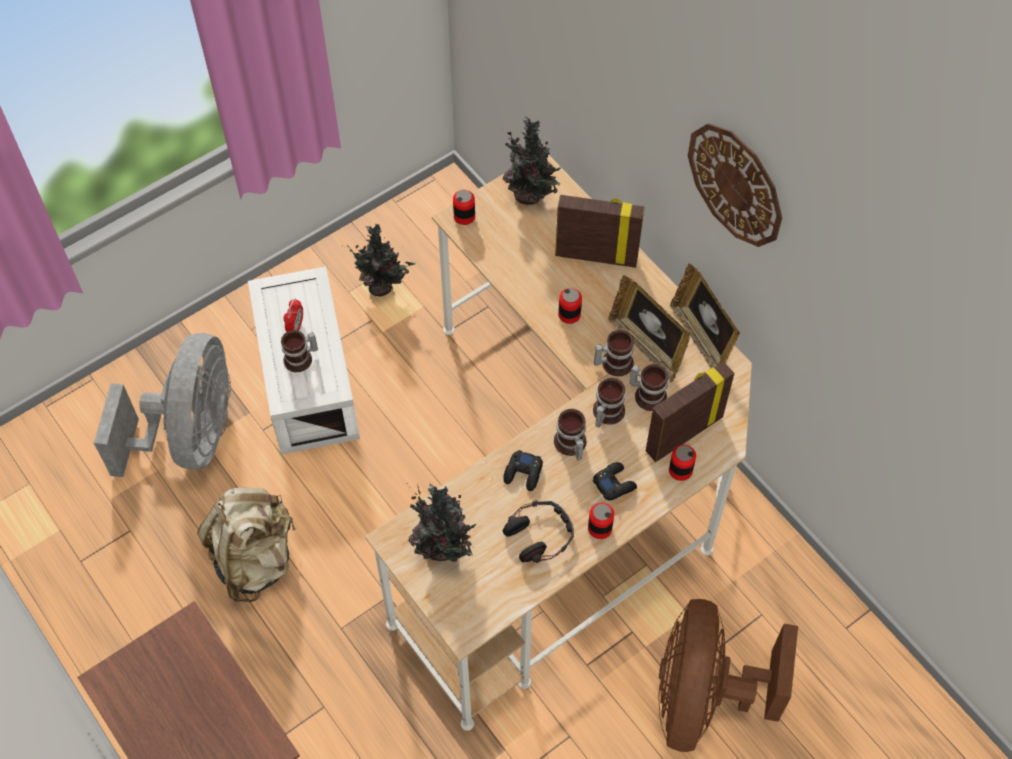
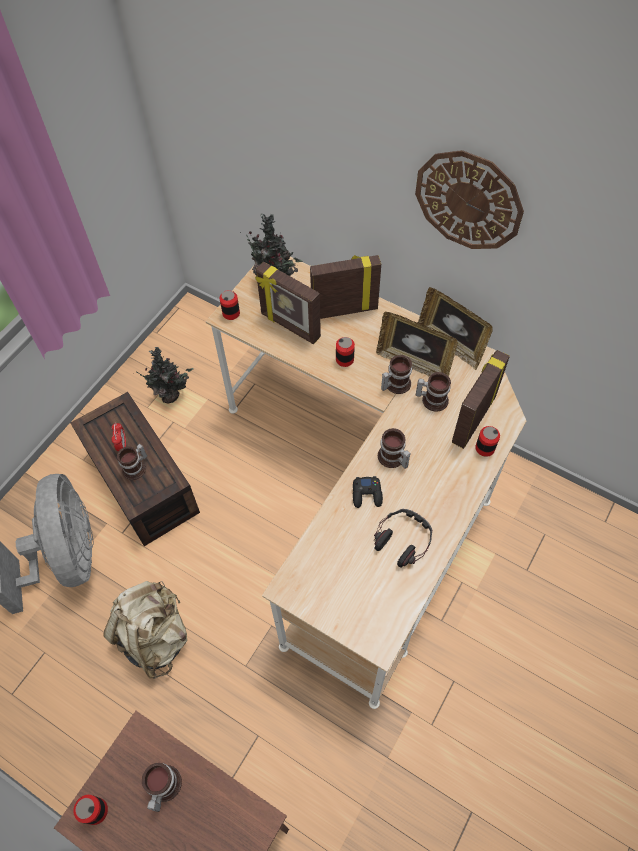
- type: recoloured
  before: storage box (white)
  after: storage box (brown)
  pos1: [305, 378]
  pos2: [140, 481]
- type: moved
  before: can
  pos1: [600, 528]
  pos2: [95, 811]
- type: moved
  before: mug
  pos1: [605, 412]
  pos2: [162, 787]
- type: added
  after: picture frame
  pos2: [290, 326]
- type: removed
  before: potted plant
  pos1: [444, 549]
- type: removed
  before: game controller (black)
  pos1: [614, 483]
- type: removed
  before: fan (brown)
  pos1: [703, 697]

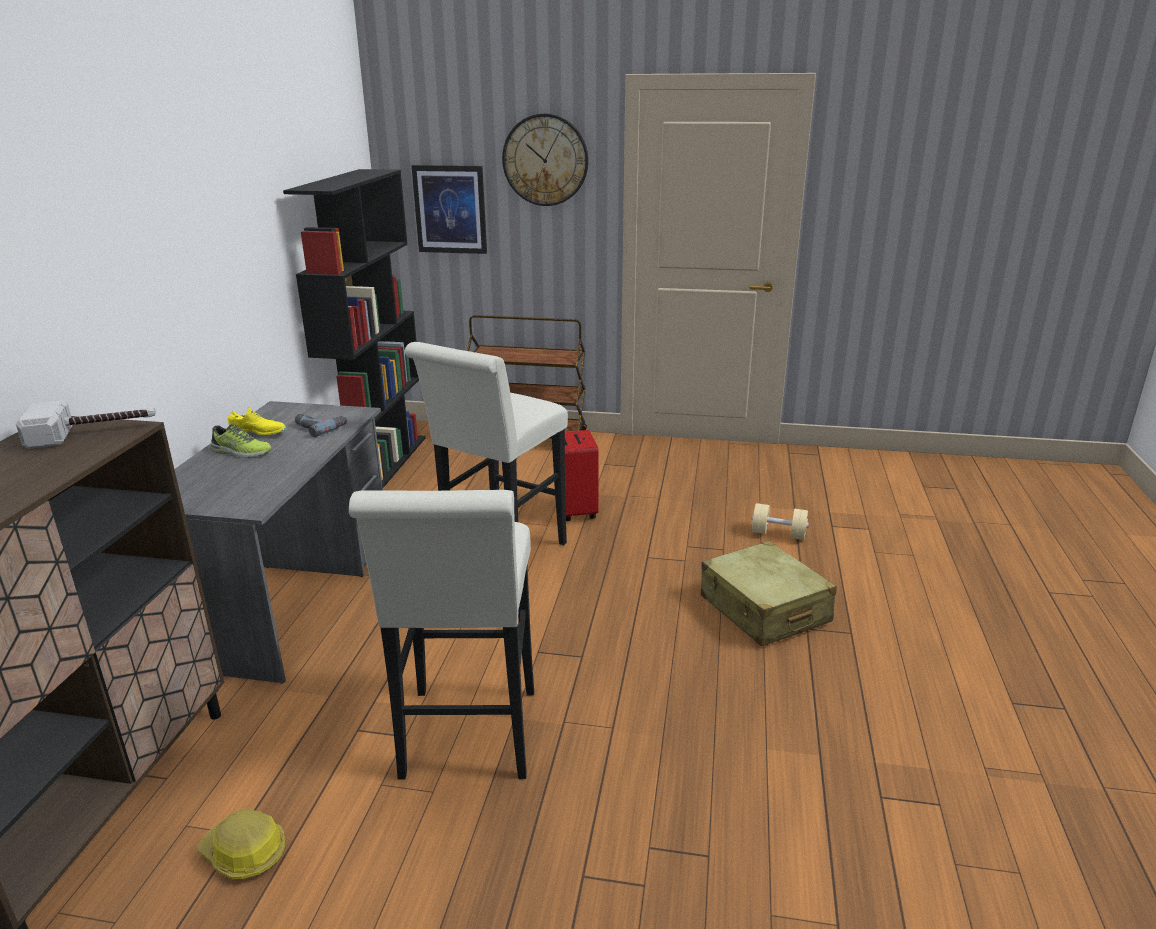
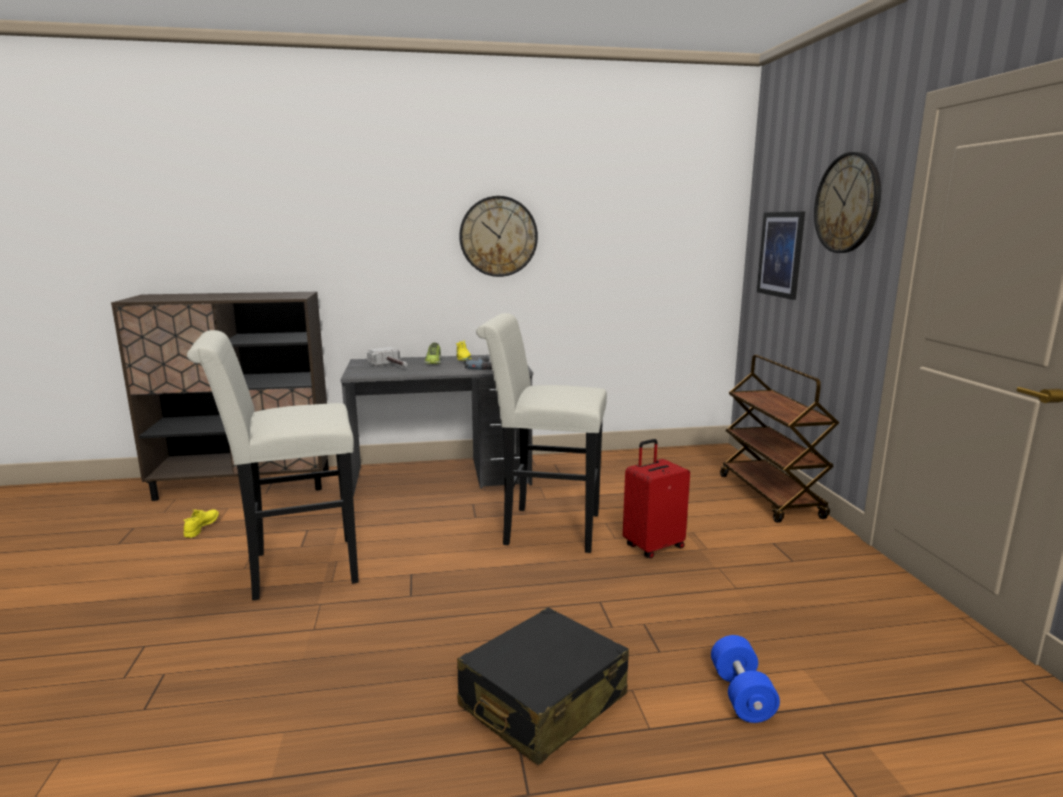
- type: replaced
  before: hard hat
  after: shoe (yellow)
  pos1: [244, 854]
  pos2: [202, 527]
- type: moved
  before: hammer
  pos1: [94, 432]
  pos2: [392, 367]
- type: recoloured
  before: suitcase (beige)
  after: suitcase (black)
  pos1: [764, 610]
  pos2: [542, 701]
- type: added
  after: wall clock
  pos2: [498, 236]
- type: recoloured
  before: dumbbell (beige)
  after: dumbbell (blue)
  pos1: [778, 534]
  pos2: [741, 695]
- type: removed
  before: bookcase (black)
  pos1: [380, 465]

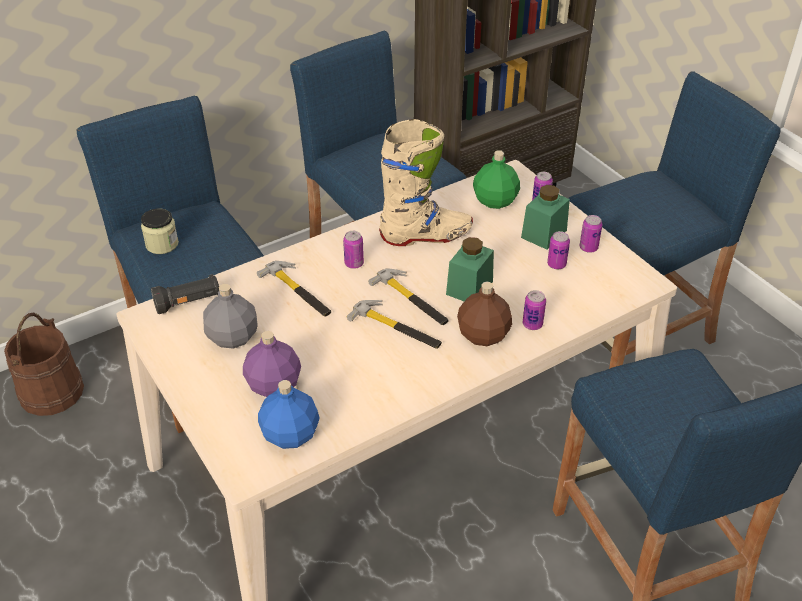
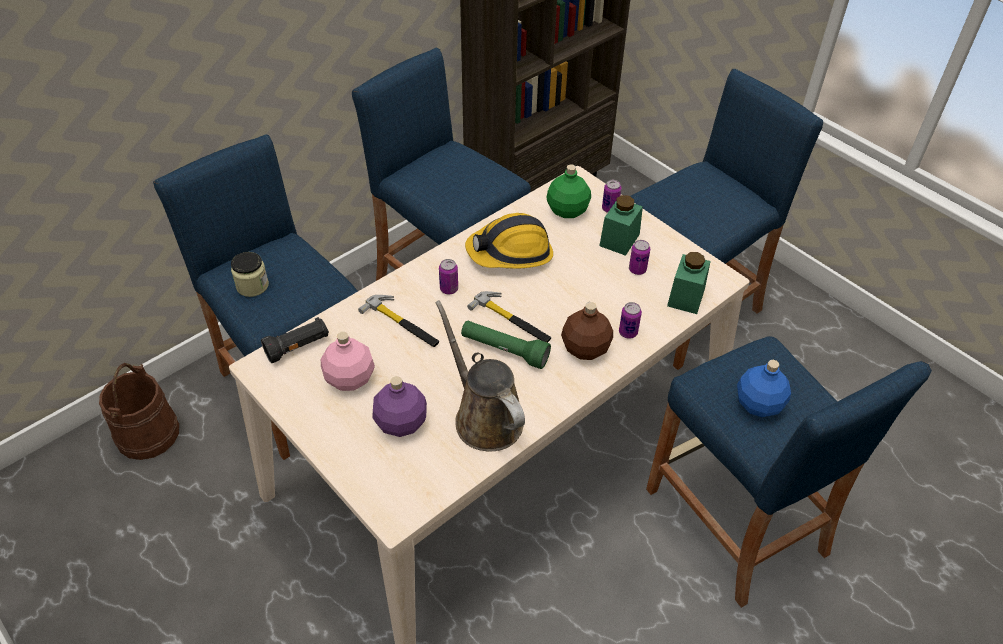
- type: recoloured
  before: bottle (grey)
  after: bottle (pink)
  pos1: [233, 337]
  pos2: [350, 378]
- type: added
  after: watering can (brown)
  pos2: [484, 417]
- type: replaced
  before: hammer
  after: flashlight (green)
  pos1: [397, 328]
  pos2: [504, 350]
- type: replaced
  before: boot (beige)
  after: hard hat
  pos1: [426, 236]
  pos2: [511, 253]
- type: moved
  before: jar (green)
  pos1: [469, 288]
  pos2: [686, 297]
- type: moved
  before: bottle (blue)
  pos1: [290, 435]
  pos2: [758, 405]
- type: removed
  before: can
  pos1: [588, 248]

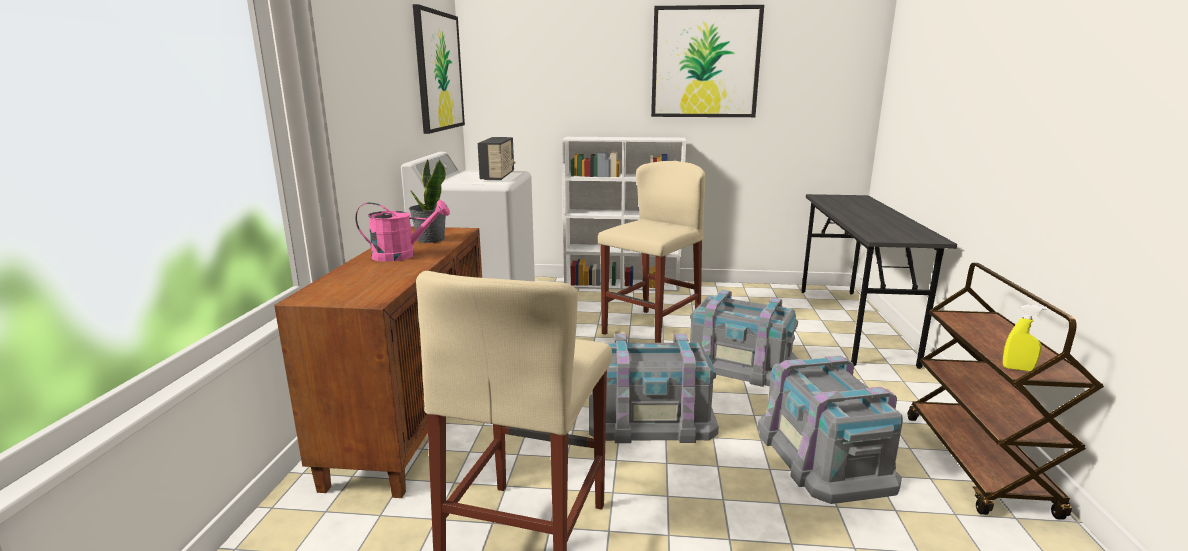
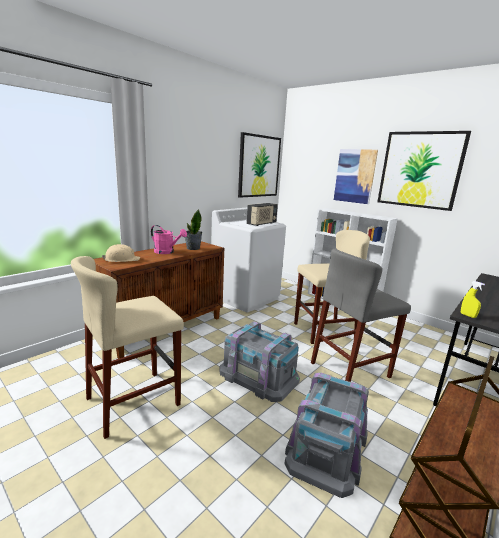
- type: added
  after: hard hat (beige)
  pos2: [122, 259]
- type: replaced
  before: storage box (grey)
  after: stool (grey)
  pos1: [739, 364]
  pos2: [350, 370]
- type: added
  after: picture
  pos2: [355, 176]
- type: moved
  before: spray bottle (yellow)
  pos1: [1017, 369]
  pos2: [468, 315]

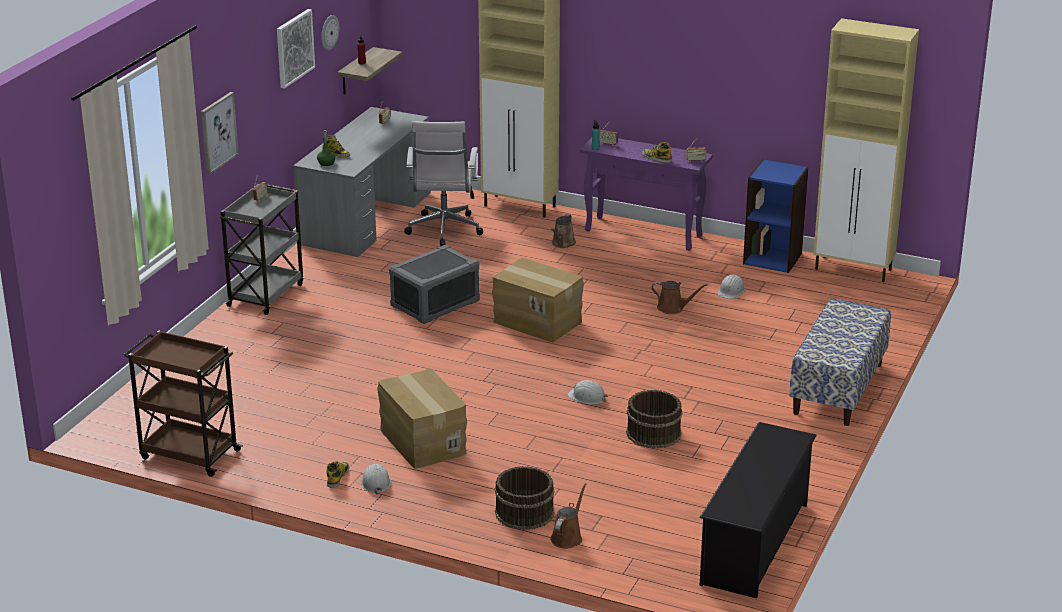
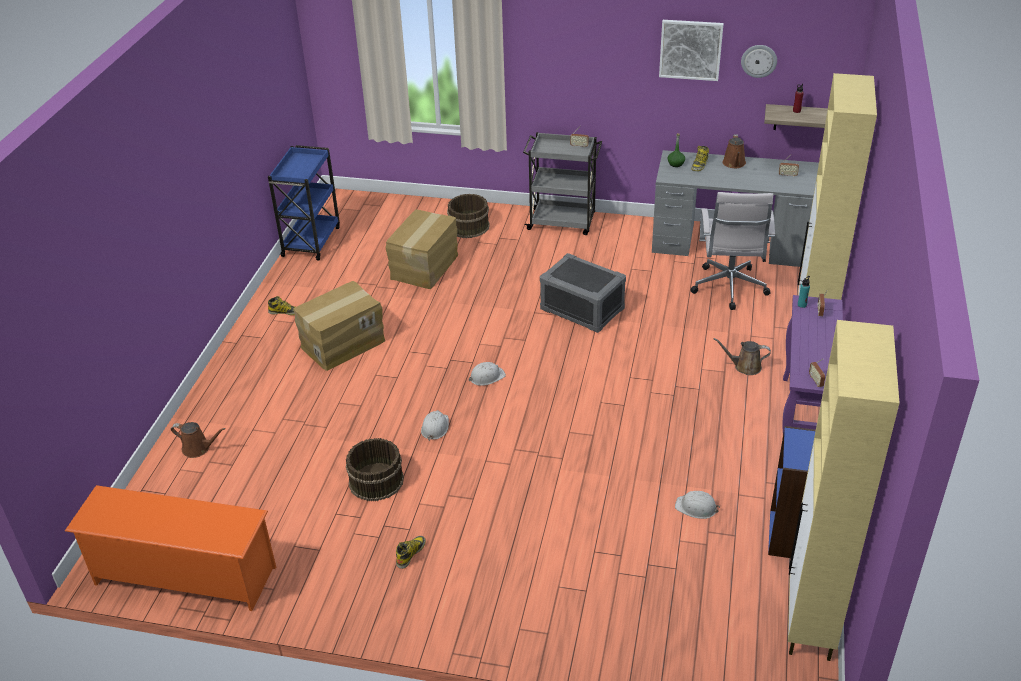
- type: recoloured
  before: shoe rack (black)
  after: shoe rack (orange)
  pos1: [755, 543]
  pos2: [184, 575]
- type: recoloured
  before: cart (brown)
  after: cart (blue)
  pos1: [188, 454]
  pos2: [311, 240]
- type: moved
  before: cardboard box
  pos1: [538, 321]
  pos2: [425, 267]
- type: moved
  before: boot
  pos1: [656, 158]
  pos2: [411, 553]
- type: moved
  before: bucket (brown)
  pos1: [524, 513]
  pos2: [468, 226]
- type: moved
  before: hard hat (white)
  pos1: [375, 482]
  pos2: [486, 377]
- type: turned
  before: office chair (white)
  pos1: [444, 231]
  pos2: [729, 289]
  turn: -75
- type: moved
  before: watering can (brown)
  pos1: [673, 308]
  pos2: [734, 164]
- type: removed
  before: picture
  pos1: [218, 132]
- type: removed
  before: bench
  pos1: [838, 389]

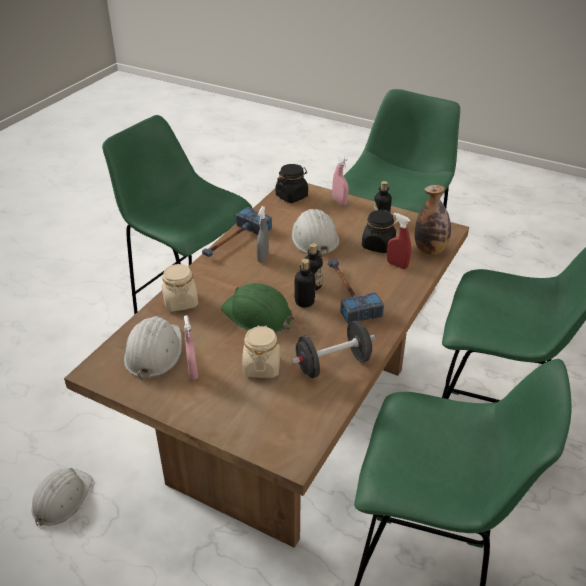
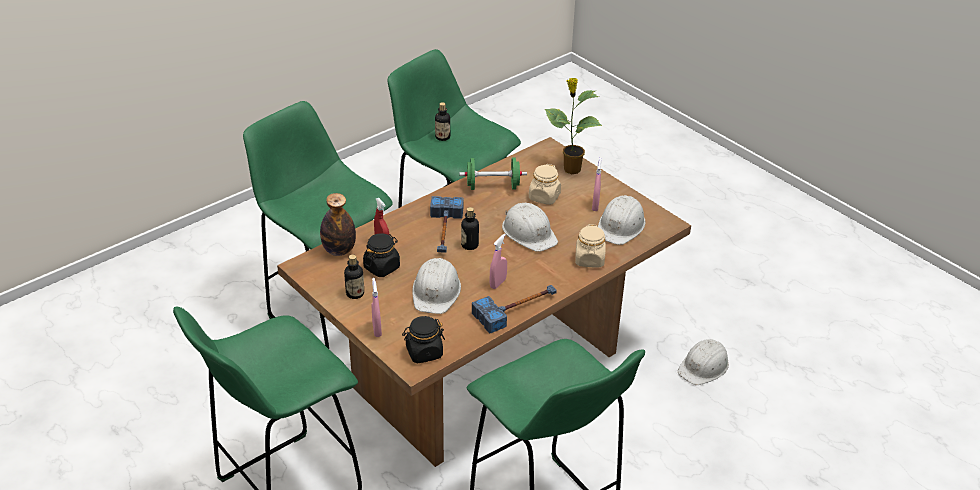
- type: moved
  before: bottle
  pos1: [304, 302]
  pos2: [442, 137]
- type: recoloured
  before: dumbbell (black)
  after: dumbbell (green)
  pos1: [333, 364]
  pos2: [492, 186]
- type: recoloured
  before: spray bottle (grey)
  after: spray bottle (pink)
  pos1: [263, 257]
  pos2: [498, 283]
- type: recoloured
  before: hard hat (green)
  after: hard hat (white)
  pos1: [258, 315]
  pos2: [529, 233]
- type: added
  after: potted plant
  pos2: [571, 169]

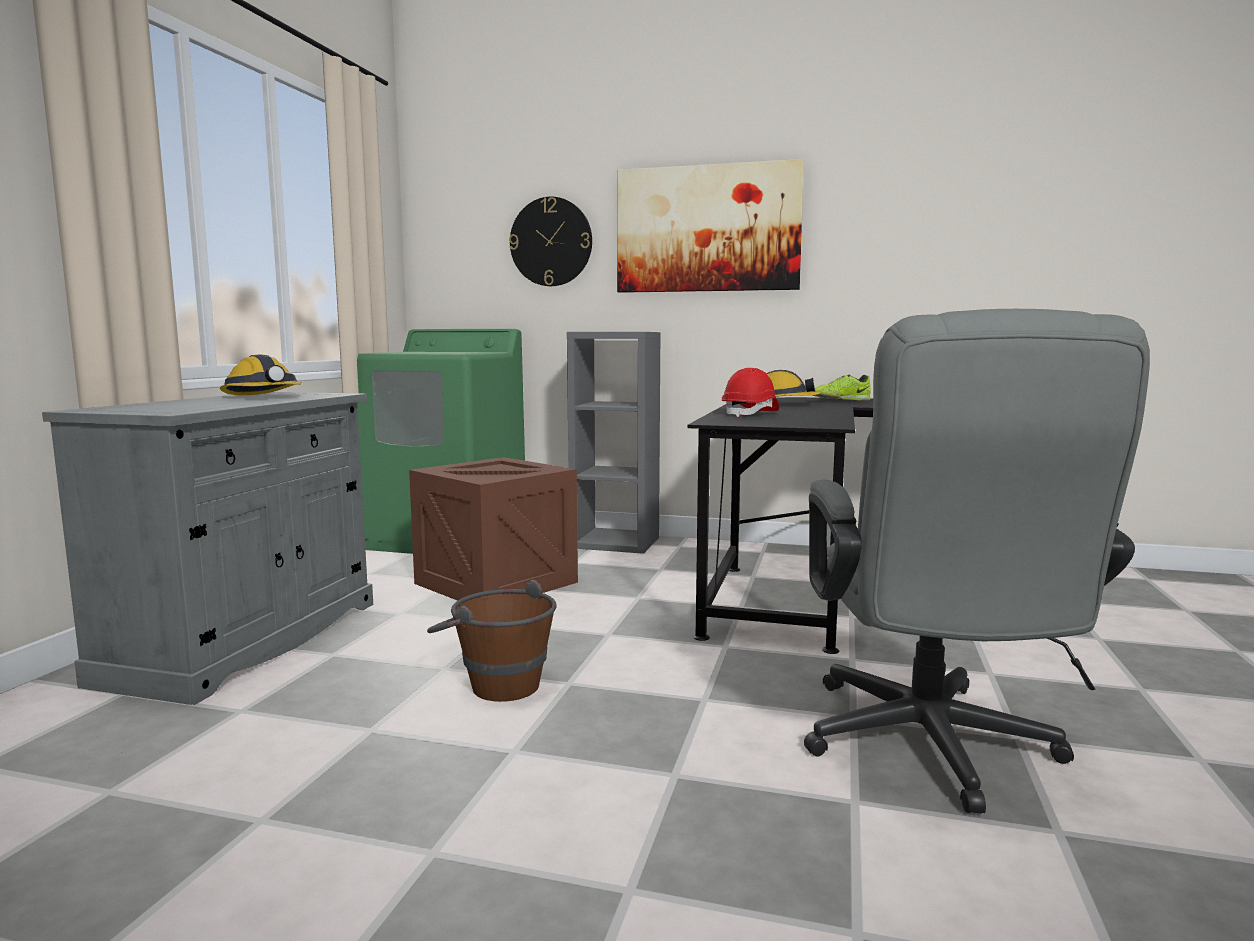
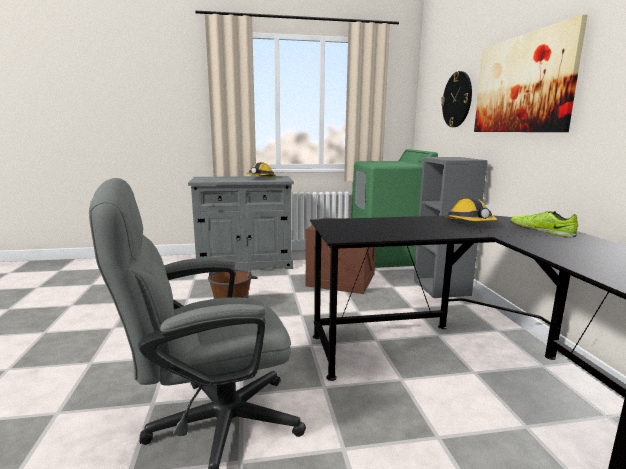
- type: removed
  before: hard hat (red)
  pos1: [751, 414]

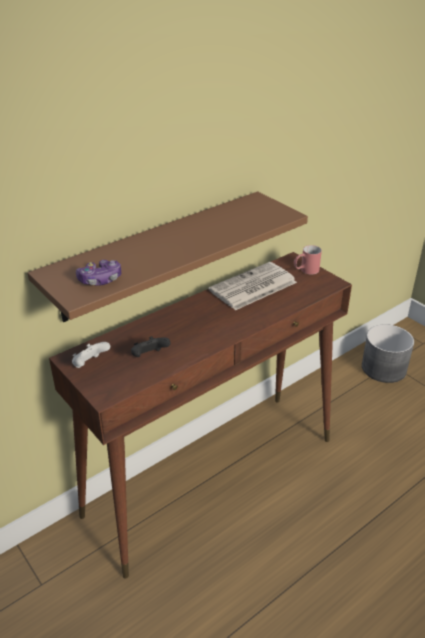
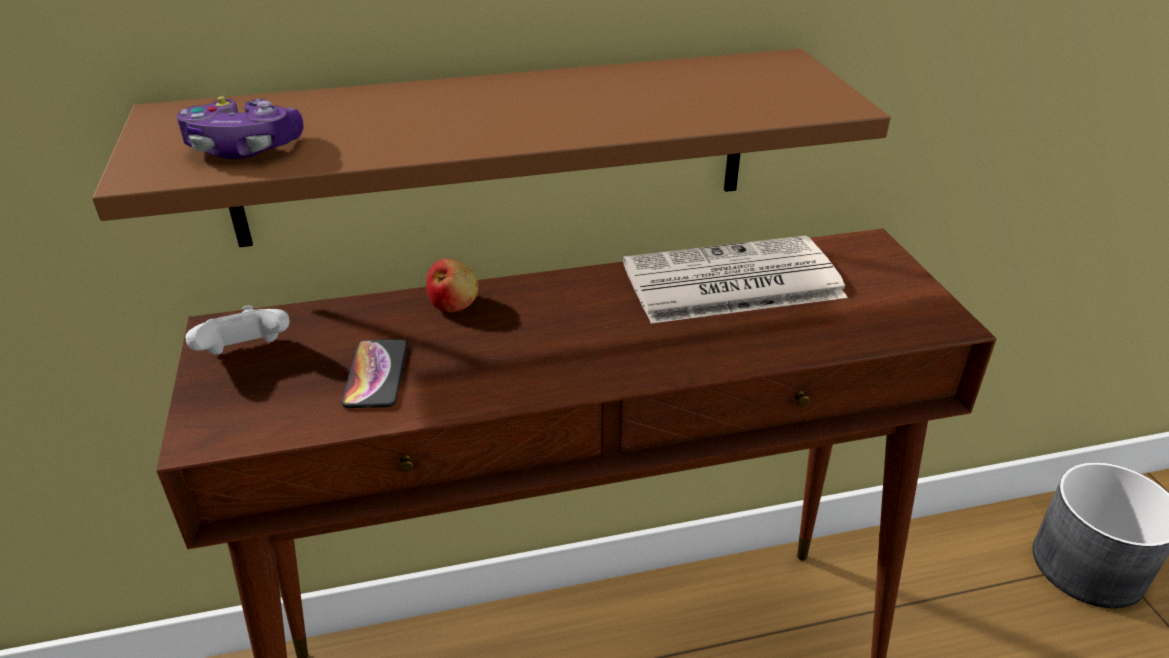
- type: replaced
  before: game controller (black)
  after: phone
  pos1: [149, 356]
  pos2: [376, 374]
- type: added
  after: apple
  pos2: [453, 304]
- type: removed
  before: mug (red)
  pos1: [305, 271]

